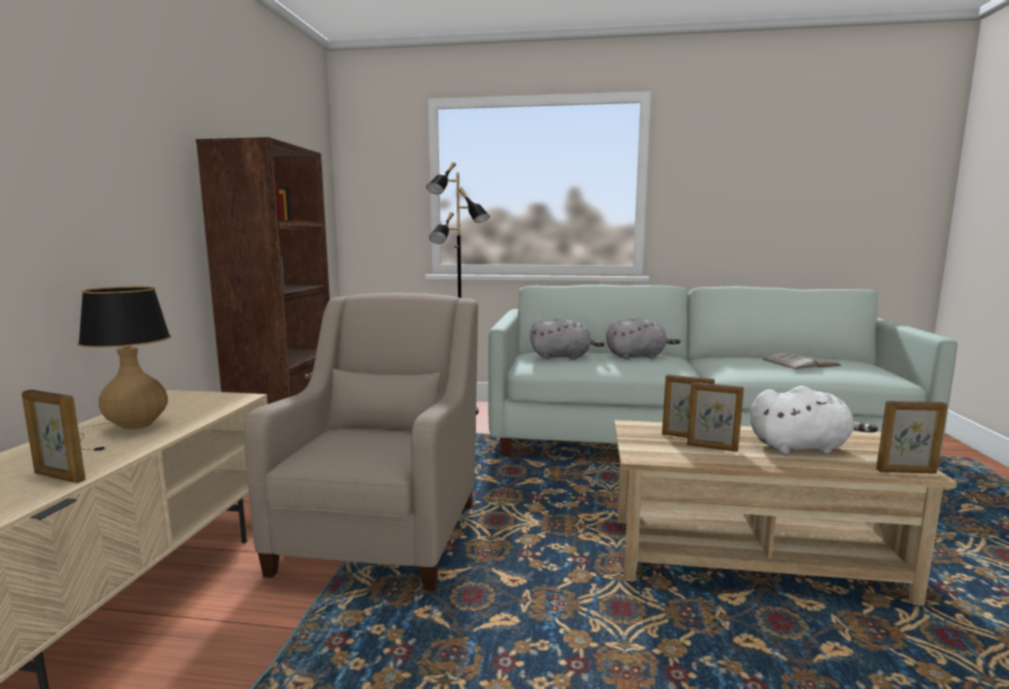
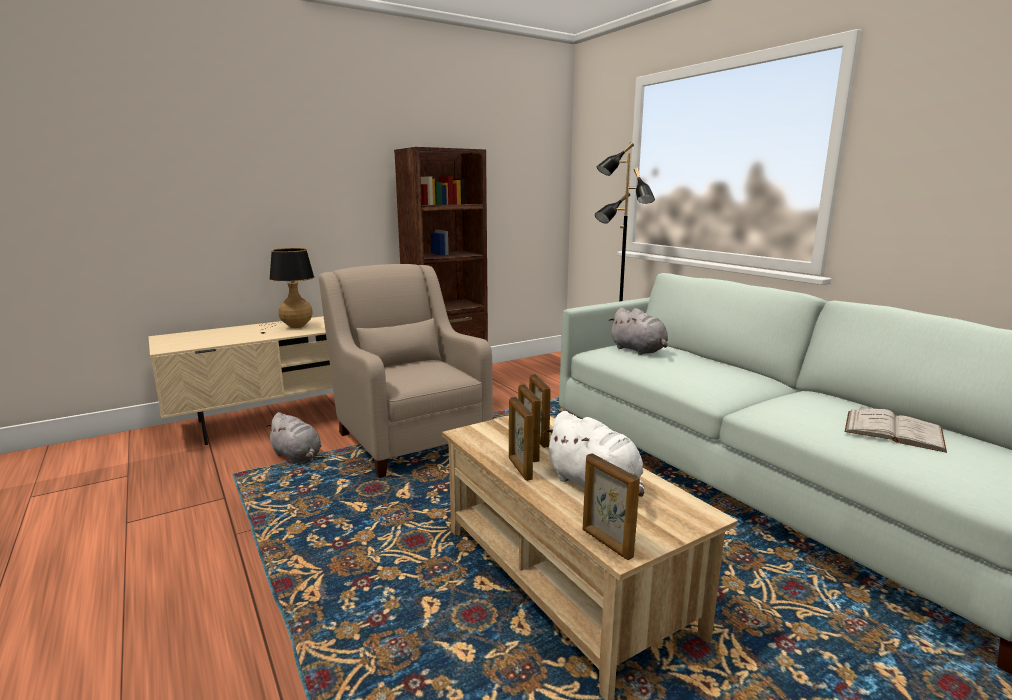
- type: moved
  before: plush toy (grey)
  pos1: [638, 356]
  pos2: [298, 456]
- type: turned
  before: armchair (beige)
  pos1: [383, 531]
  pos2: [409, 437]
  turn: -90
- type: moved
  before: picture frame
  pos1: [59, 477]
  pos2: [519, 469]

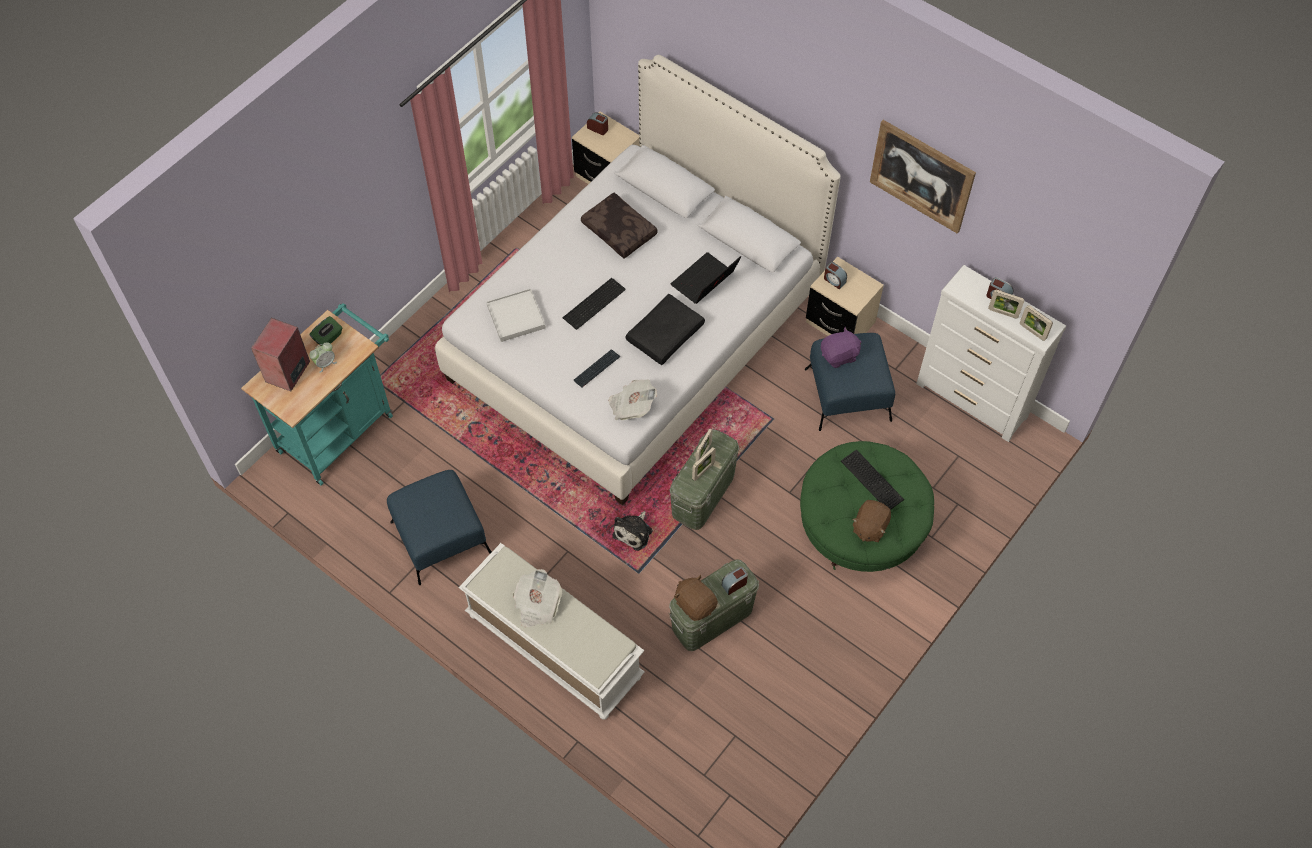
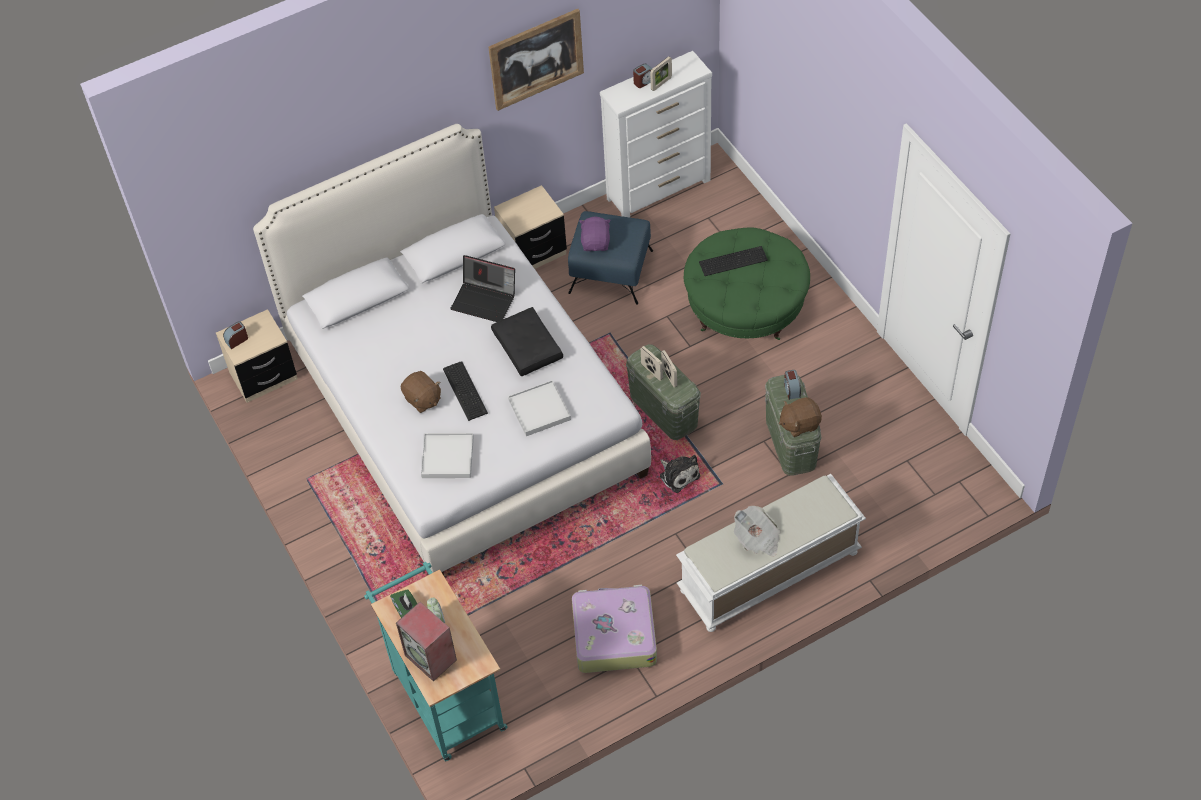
- type: moved
  before: plush toy (brown)
  pos1: [869, 527]
  pos2: [422, 399]
- type: turned
  before: laptop
  pos1: [704, 282]
  pos2: [485, 300]
  turn: -45
- type: replaced
  before: keyboard
  after: tray (white)
  pos1: [597, 369]
  pos2: [539, 410]
- type: replaced
  before: ottoman (blue)
  after: suitcase
  pos1: [441, 536]
  pos2: [613, 635]
- type: removed
  before: pillow (brown)
  pos1: [620, 230]
- type: removed
  before: newspaper
  pos1: [631, 406]
- type: removed
  before: alarm clock
  pos1: [834, 280]
- type: removed
  before: picture frame
  pos1: [1032, 331]

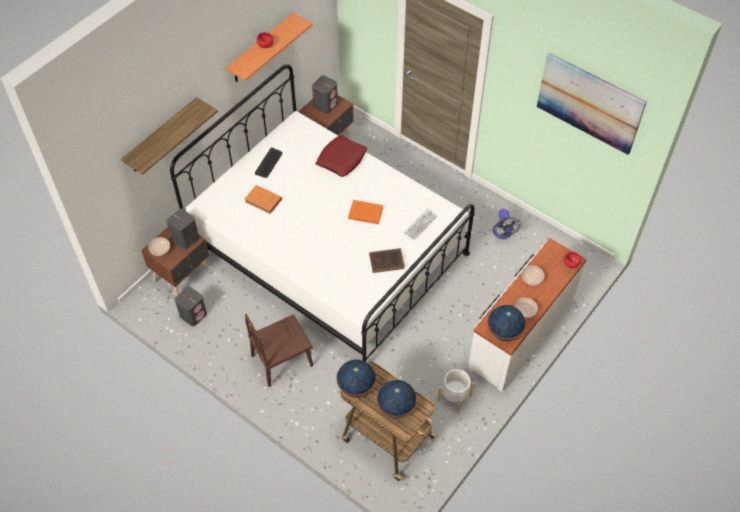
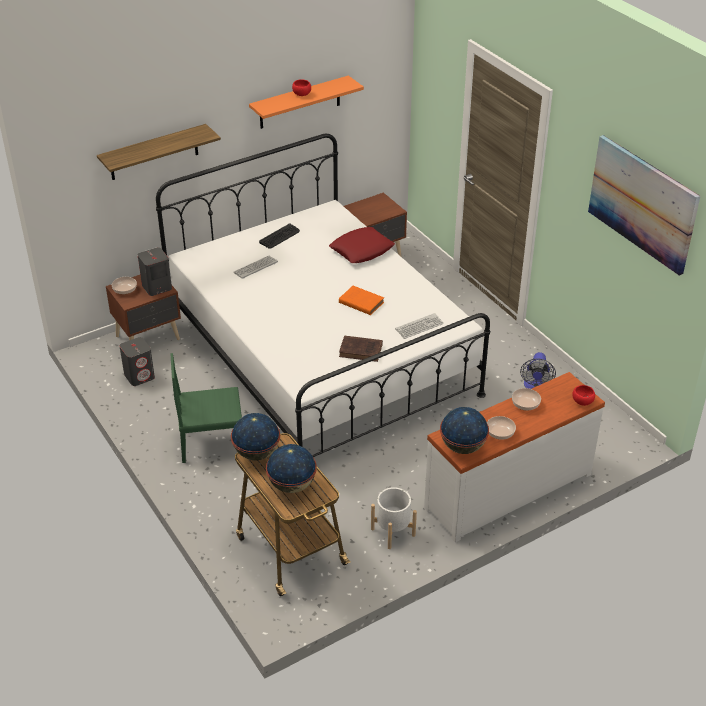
- type: recoloured
  before: chair (brown)
  after: chair (green)
  pos1: [282, 360]
  pos2: [211, 442]
- type: replaced
  before: book (orange)
  after: keyboard
  pos1: [264, 201]
  pos2: [255, 267]
- type: removed
  before: speaker (grey)
  pos1: [325, 105]

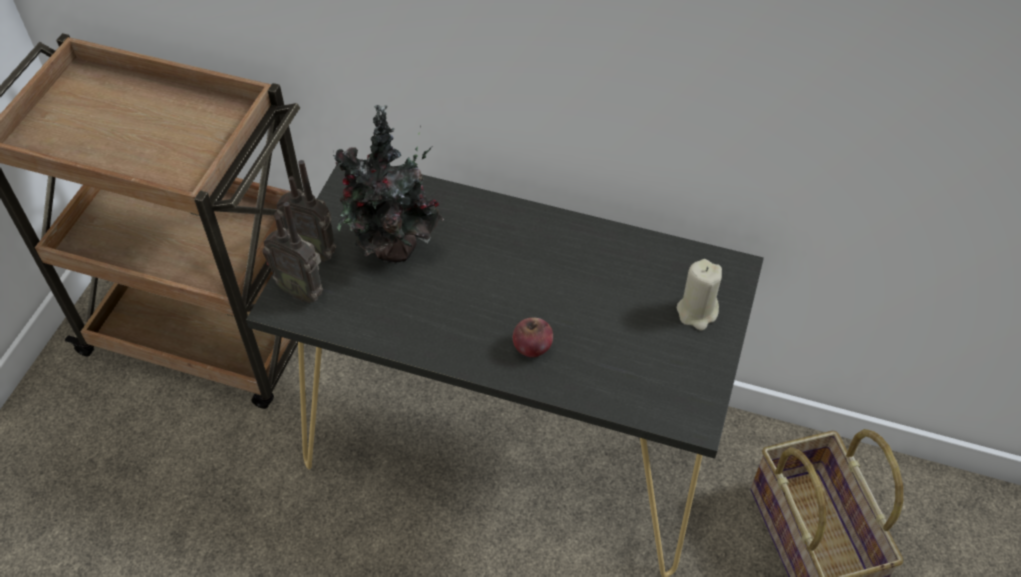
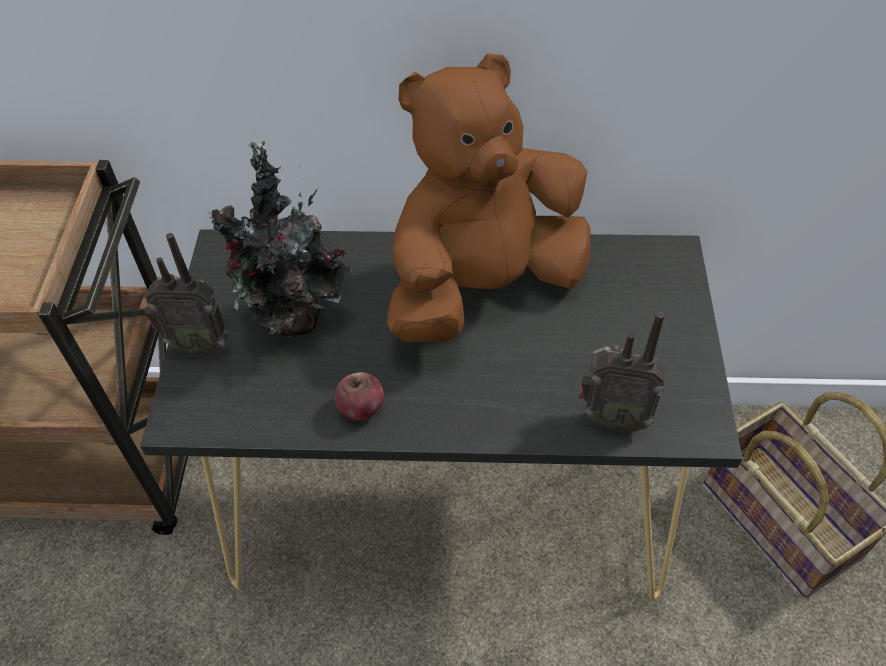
- type: moved
  before: apple
  pos1: [532, 347]
  pos2: [361, 407]
- type: added
  after: plush toy (brown)
  pos2: [483, 286]
- type: moved
  before: radio
  pos1: [302, 290]
  pos2: [612, 417]
- type: removed
  before: candle (beige)
  pos1: [697, 312]

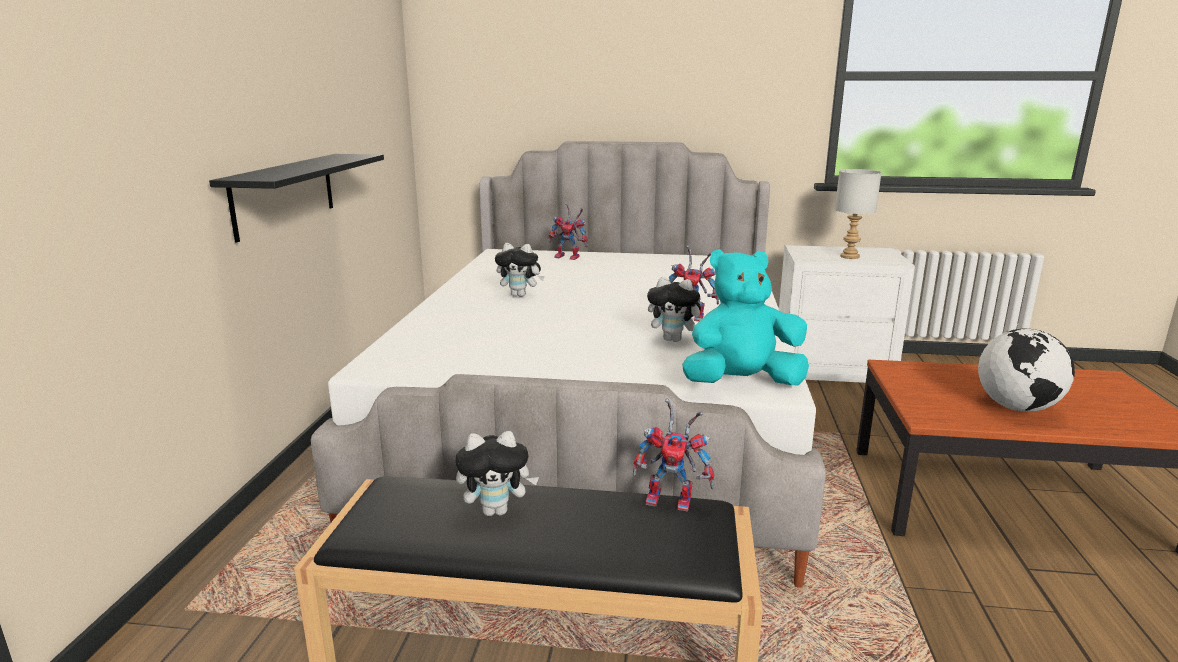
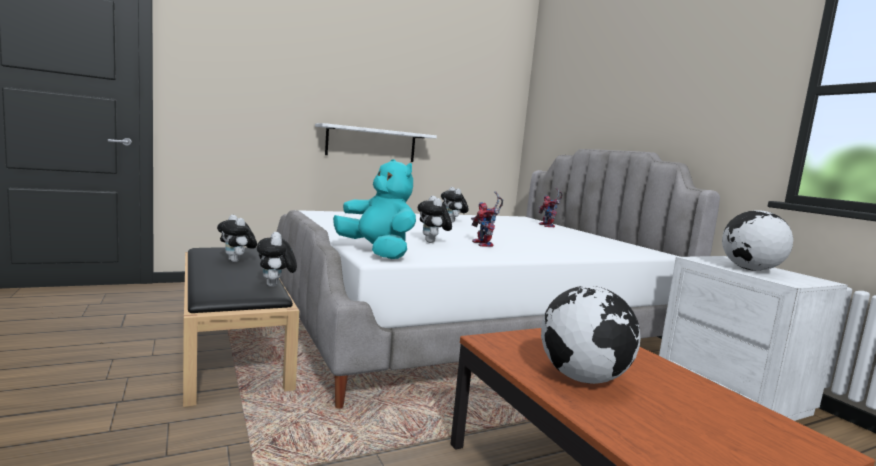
- type: replaced
  before: toy robot
  after: plush toy
  pos1: [673, 499]
  pos2: [275, 286]
- type: recoloured
  before: shelf (black)
  after: shelf (white)
  pos1: [284, 194]
  pos2: [371, 144]
- type: replaced
  before: table lamp (grey)
  after: globe
  pos1: [849, 256]
  pos2: [750, 269]

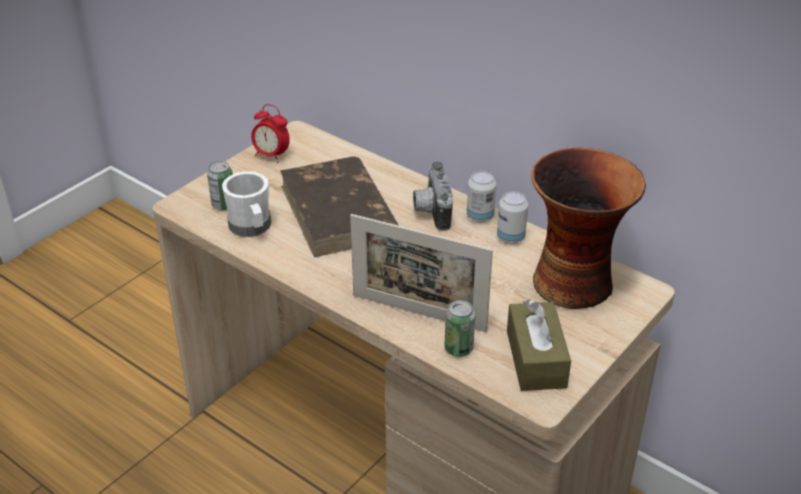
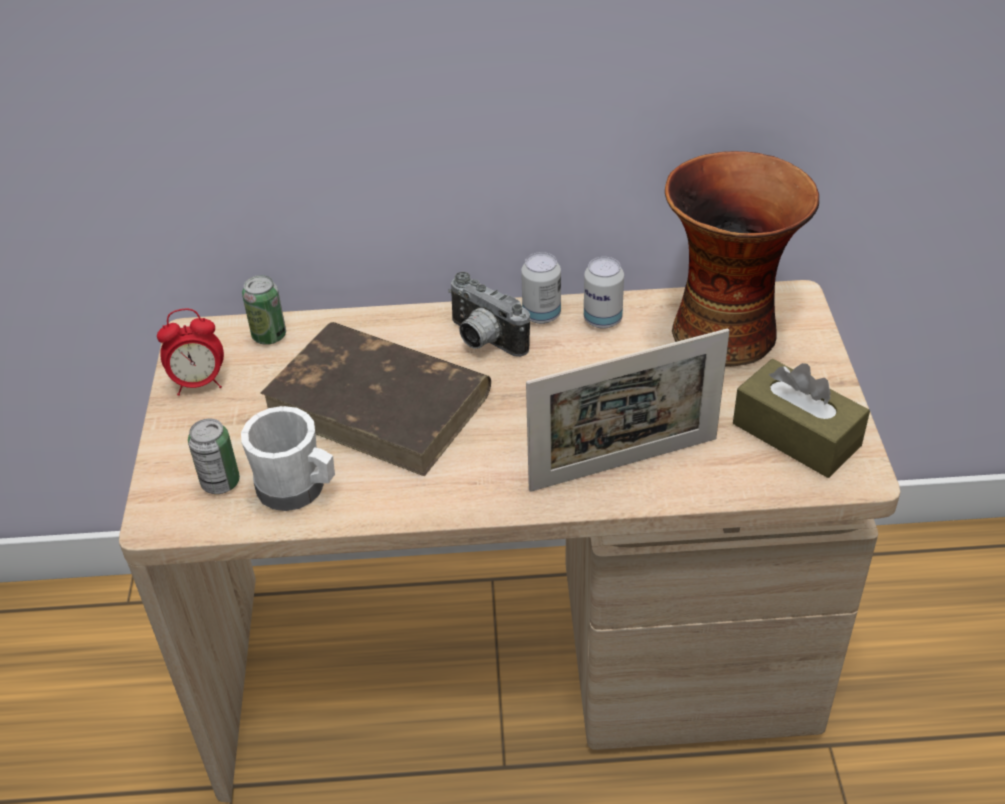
- type: moved
  before: can
  pos1: [458, 349]
  pos2: [269, 336]

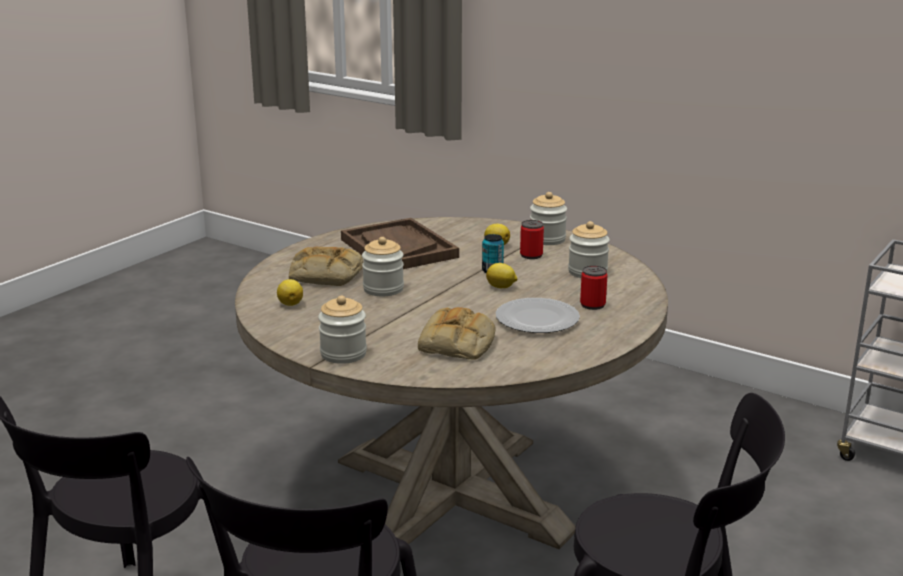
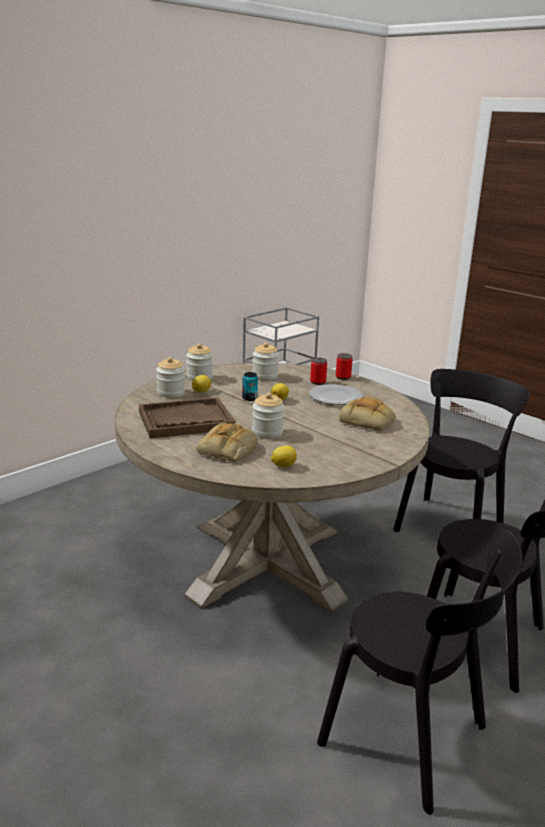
- type: moved
  before: jar
  pos1: [343, 354]
  pos2: [171, 393]
- type: moved
  before: can
  pos1: [531, 255]
  pos2: [343, 377]

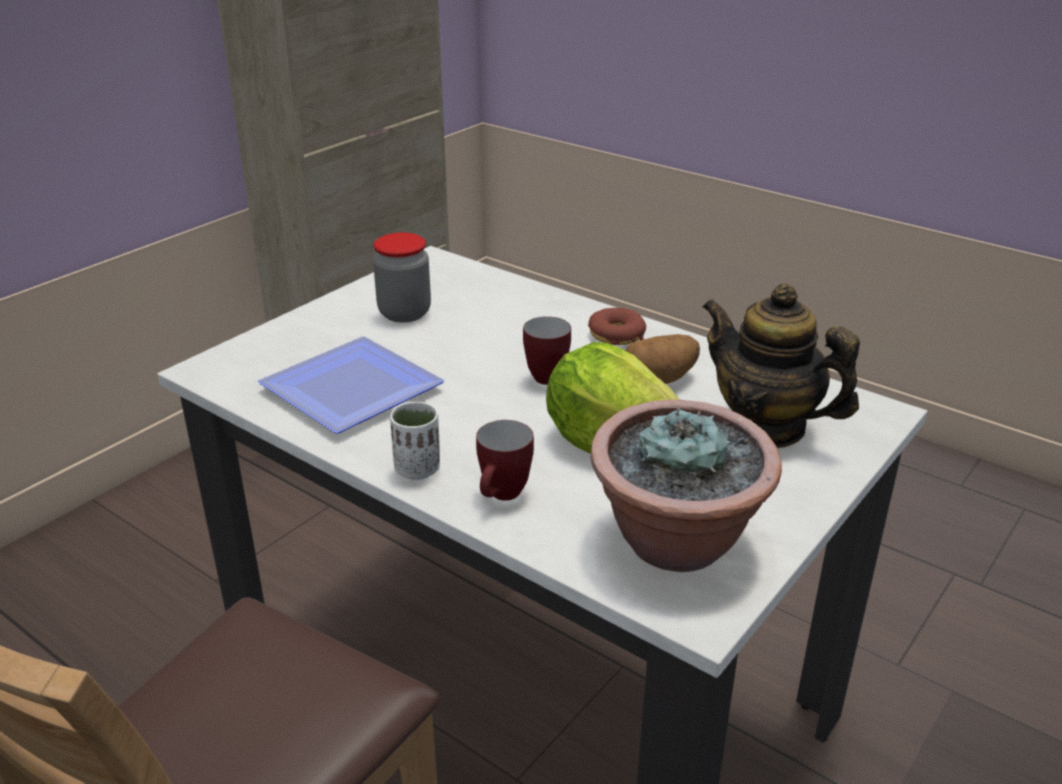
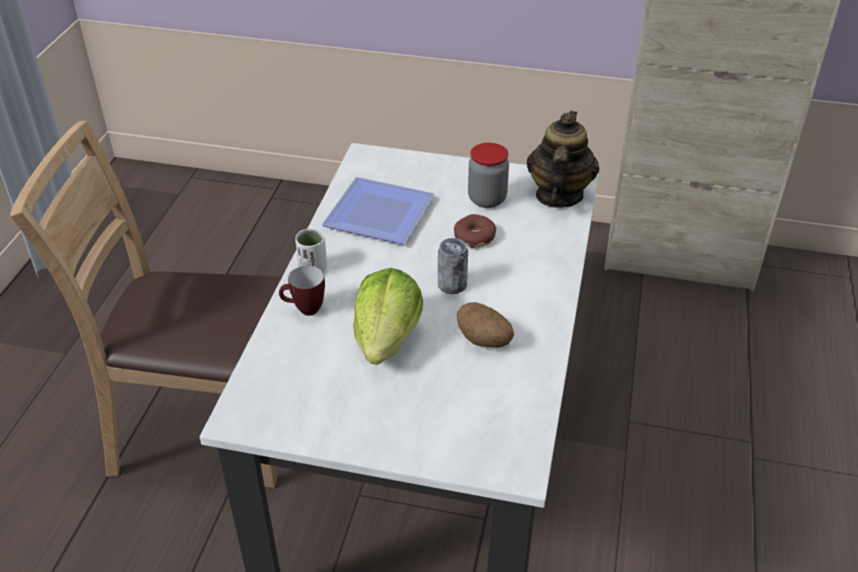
- type: replaced
  before: mug
  after: can
  pos1: [546, 375]
  pos2: [452, 285]
- type: moved
  before: donut
  pos1: [616, 335]
  pos2: [475, 236]
- type: moved
  before: teapot
  pos1: [766, 427]
  pos2: [558, 195]
- type: removed
  before: potted plant
  pos1: [677, 542]

